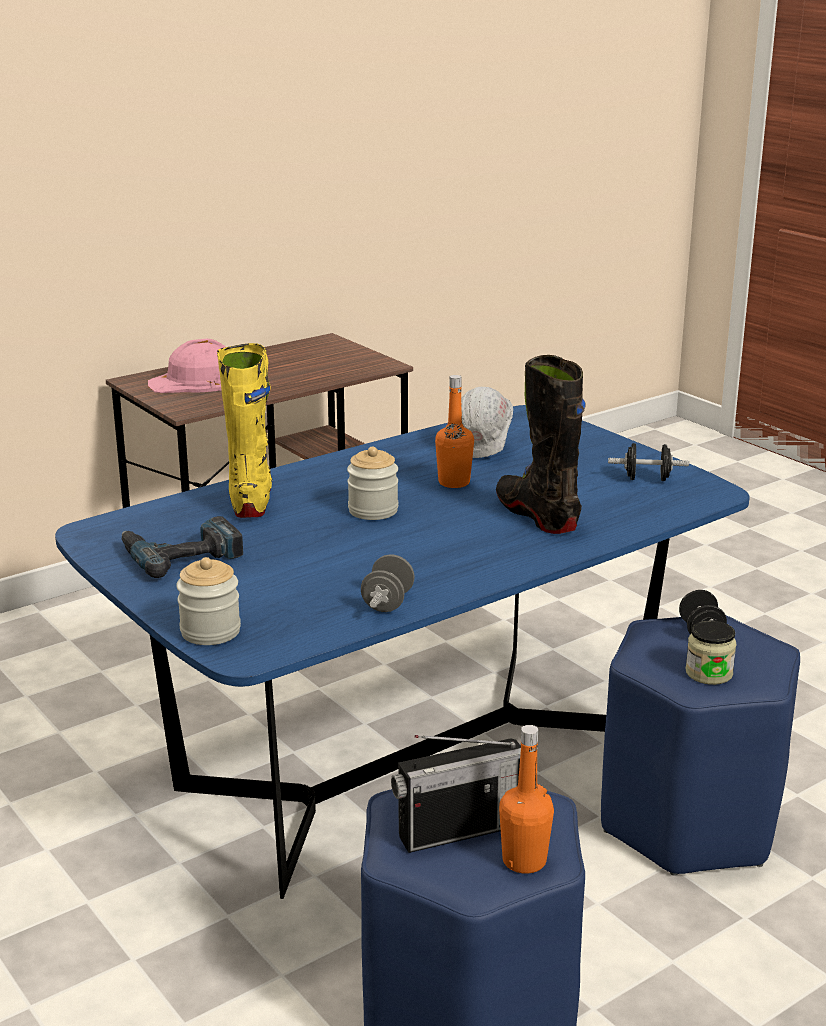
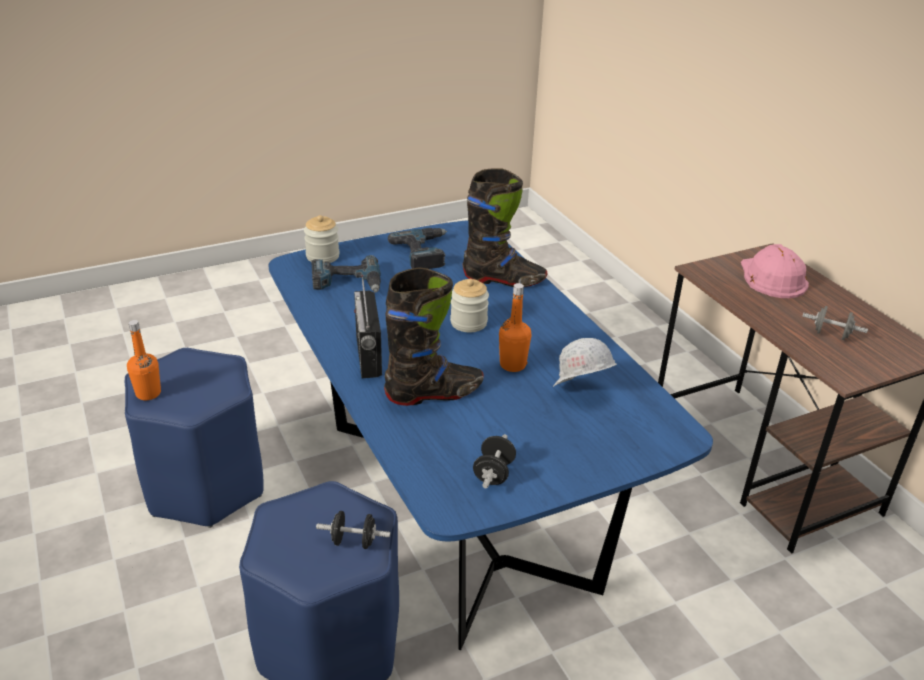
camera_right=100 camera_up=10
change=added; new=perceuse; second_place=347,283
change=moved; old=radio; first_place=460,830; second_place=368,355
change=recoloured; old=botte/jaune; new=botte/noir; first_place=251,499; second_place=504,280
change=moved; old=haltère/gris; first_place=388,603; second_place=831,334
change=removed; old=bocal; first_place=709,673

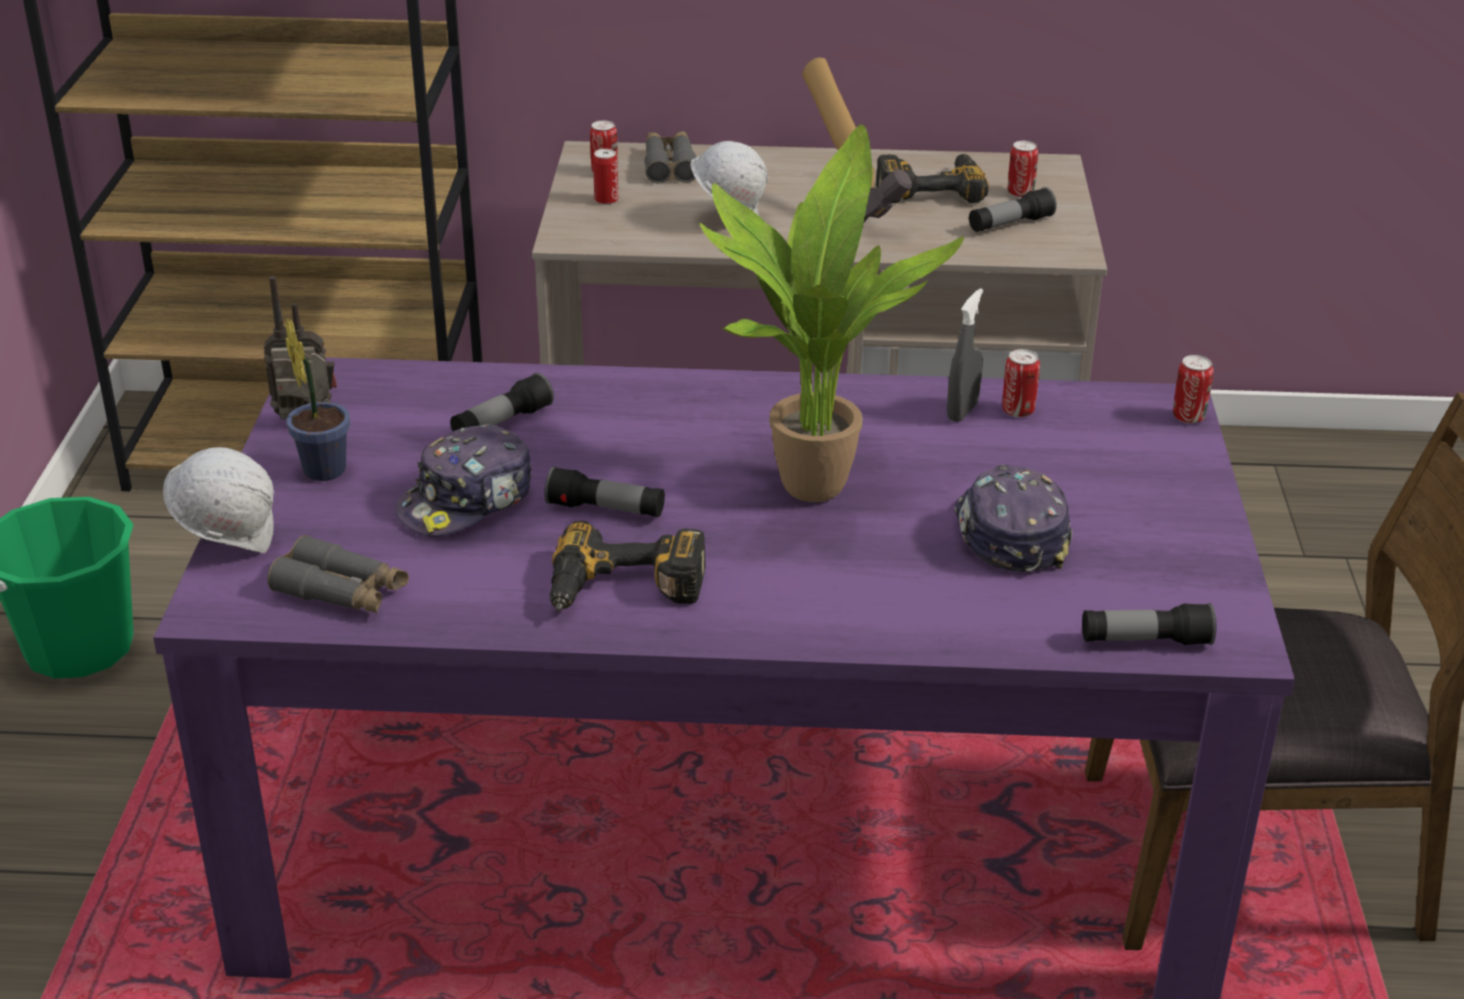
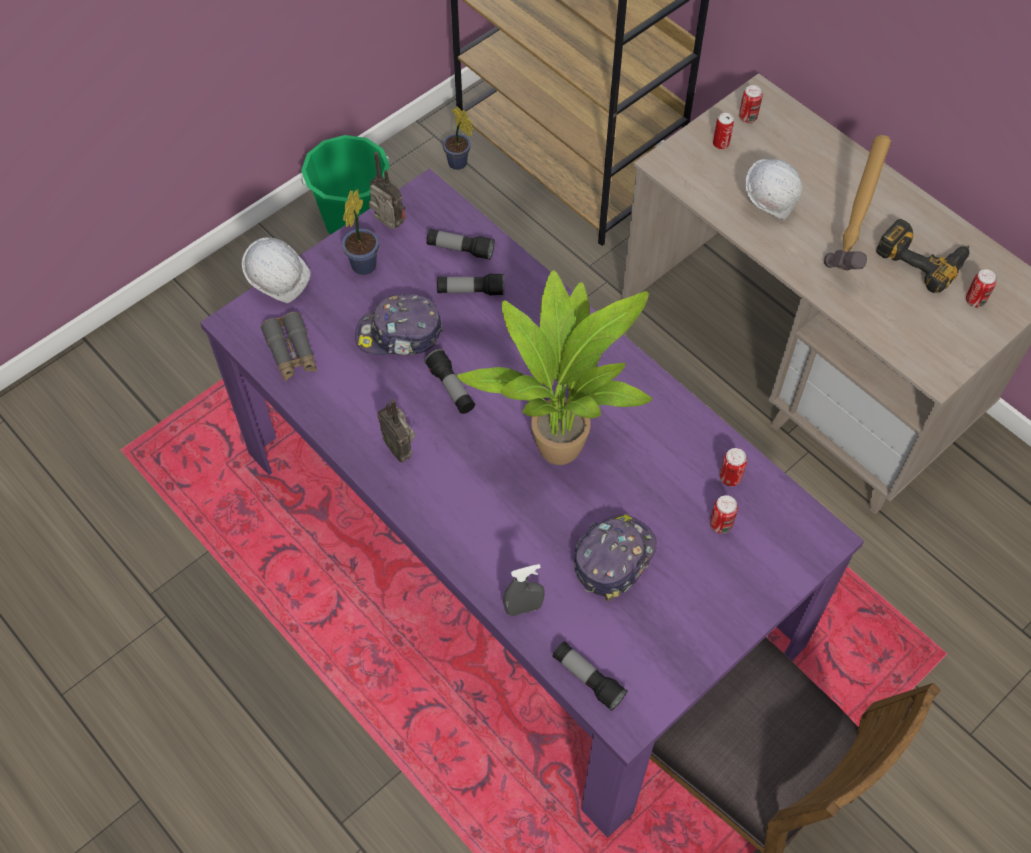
camera_right=45 camera_up=25
change=replaced; old=perceuse; new=radio; first_place=624,592; second_place=400,448
change=moved; old=lampe de poche; first_place=1010,224; second_place=460,249
change=added; new=plante en pot; second_place=459,164
change=moved; old=vaporisateur/gris; first_place=962,411; second_place=523,608
change=moved; old=boîte métallique; first_place=1188,417; second_place=720,524
change=removed; old=jumelles/gris; first_place=669,165

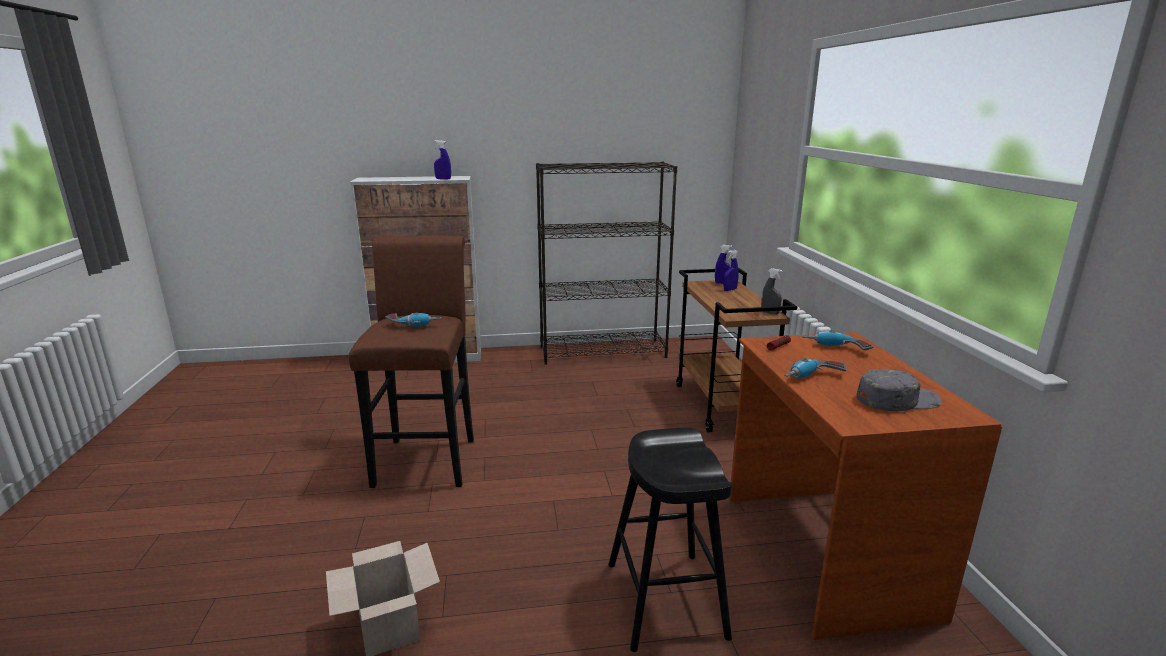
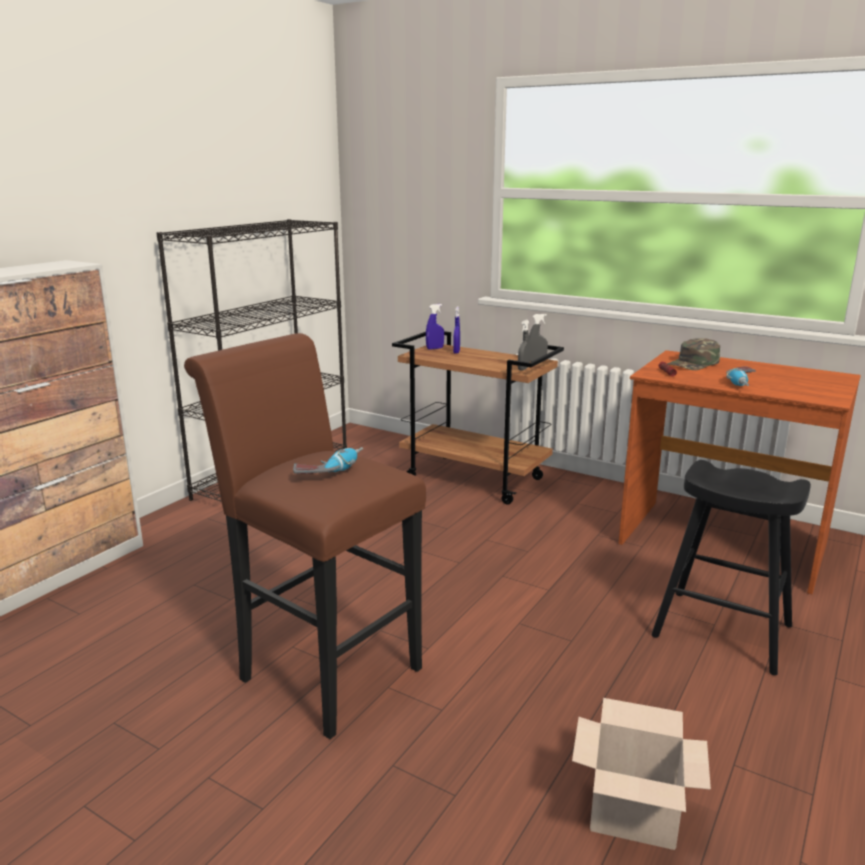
camera_right=-50 camera_up=0
change=added; new=vaporisateur/gris; second_place=523,369
change=replaced; old=perceuse; new=casquette/vert; first_place=835,349; second_place=694,363
change=removed; old=vaporisateur/bleu; first_place=443,179
change=removed; old=casquette/gris; first_place=896,399

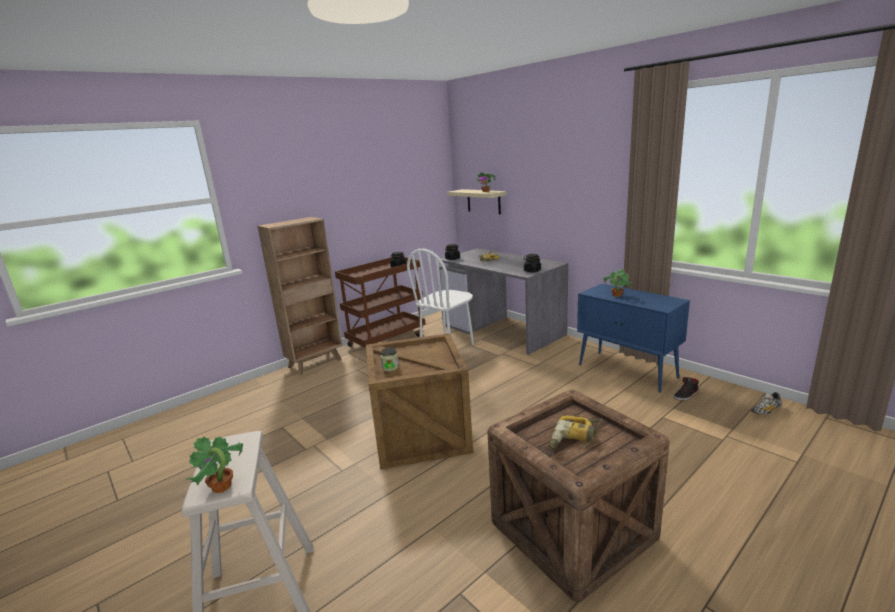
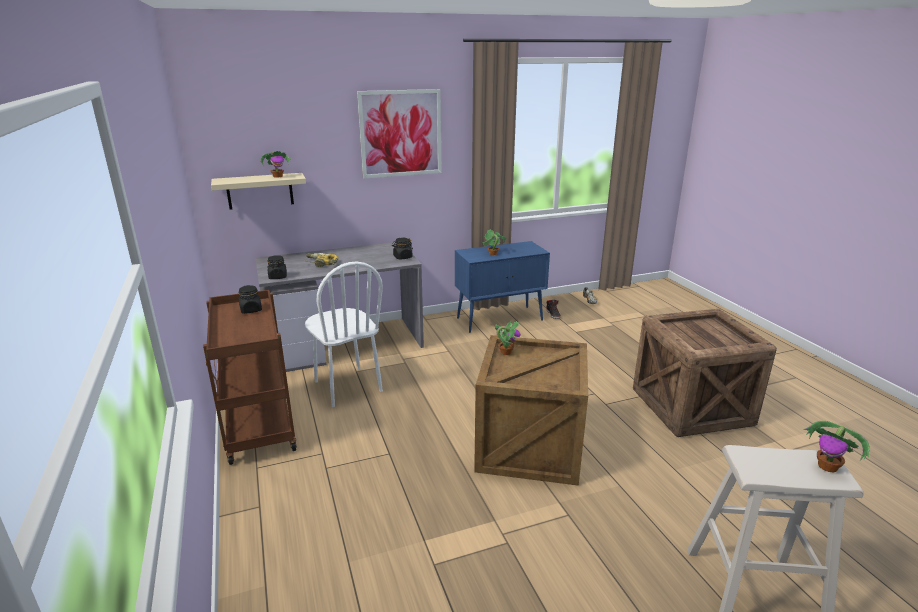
camera_right=-70 camera_up=5
change=added; new=tableau; second_place=401,133
change=added; new=plante en pot; second_place=505,352
change=removed; old=bibliothèque/marron; first_place=316,363
change=removed; old=bocal; first_place=390,367
change=removed; old=perceuse; first_place=575,439

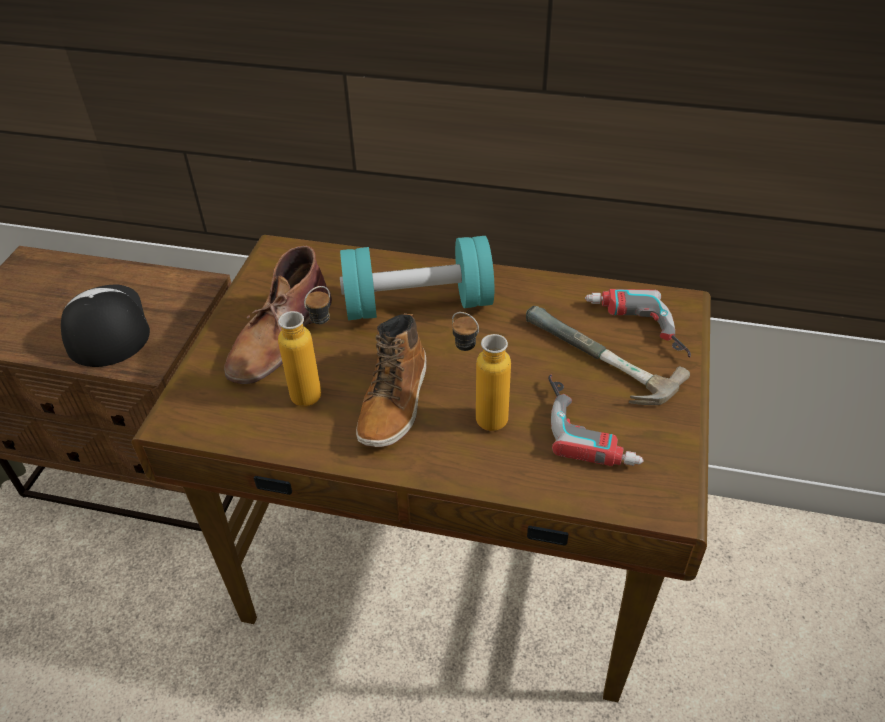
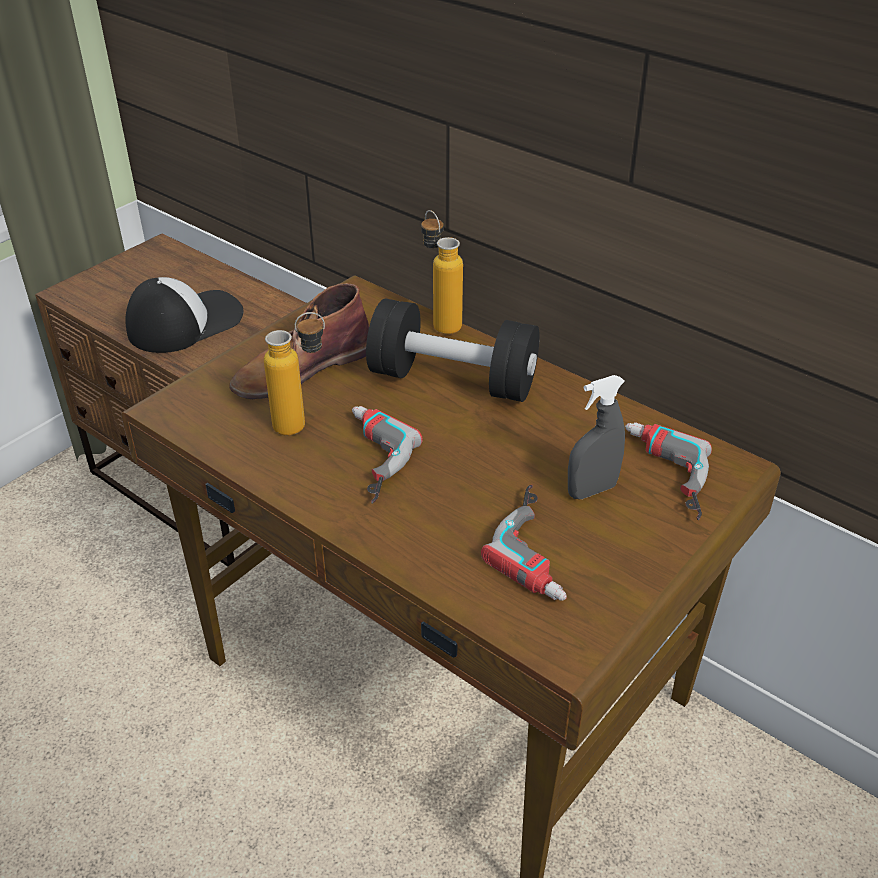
camera_right=25 camera_up=-5
change=turned; old=casquette; first_place=104,327; second_place=184,322; degrees=45
change=replaced; old=botte; new=perceuse; first_place=395,401; second_place=365,459
change=recoloured; old=haltère/turquoise; new=haltère/noir; first_place=418,304; second_place=453,380
change=moved; old=bouteille; first_place=479,415; second_place=440,322
change=replaced; old=marteau; new=vaporisateur/gris; first_place=593,361; second_place=591,490

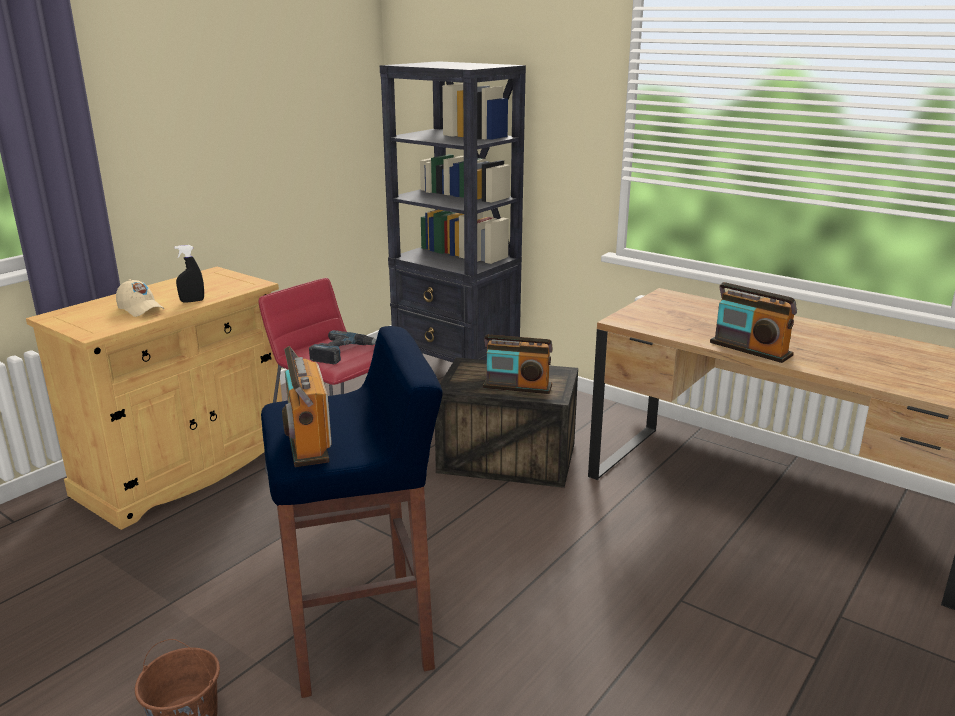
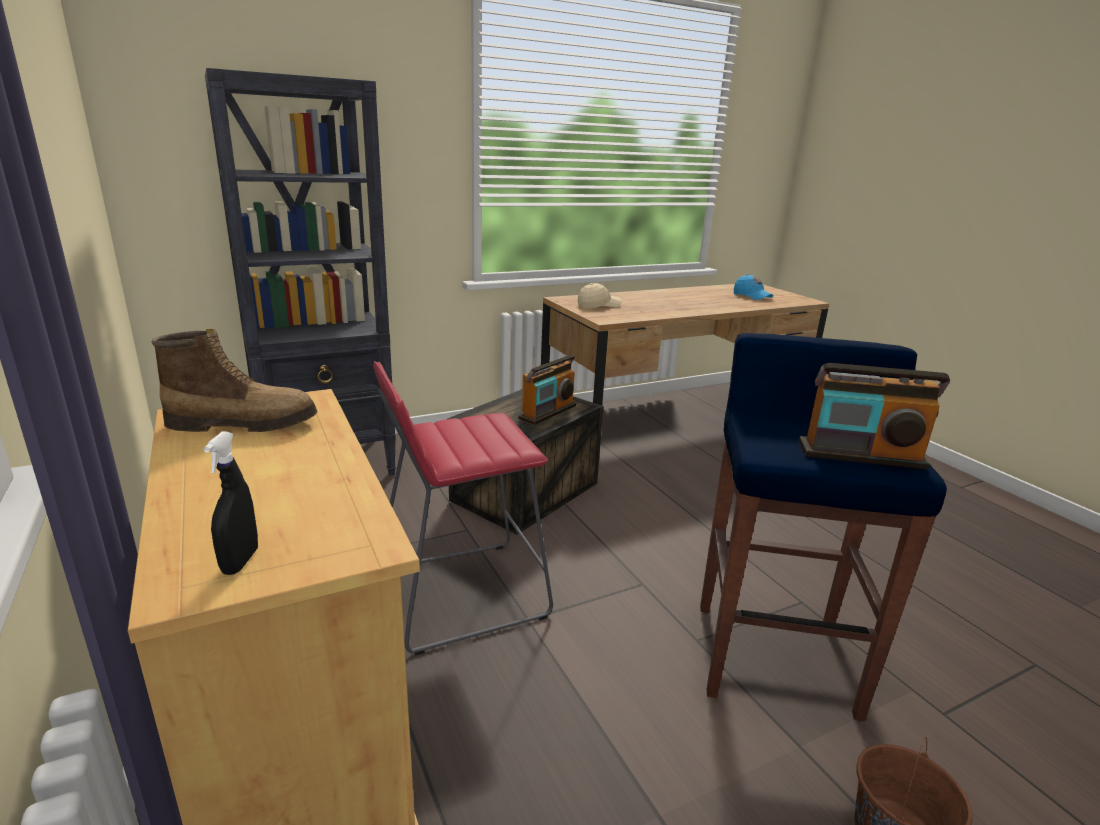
camera_right=-65 camera_up=0
change=added; new=botte; second_place=244,423
change=moved; old=vaporisateur/noir; first_place=192,301; second_place=240,561
change=moved; old=casquette/beige; first_place=140,309; second_place=599,305
change=added; new=casquette/bleu; second_place=752,296
change=removed; old=perceuse; first_place=342,353
change=removed; old=radio; first_place=750,349

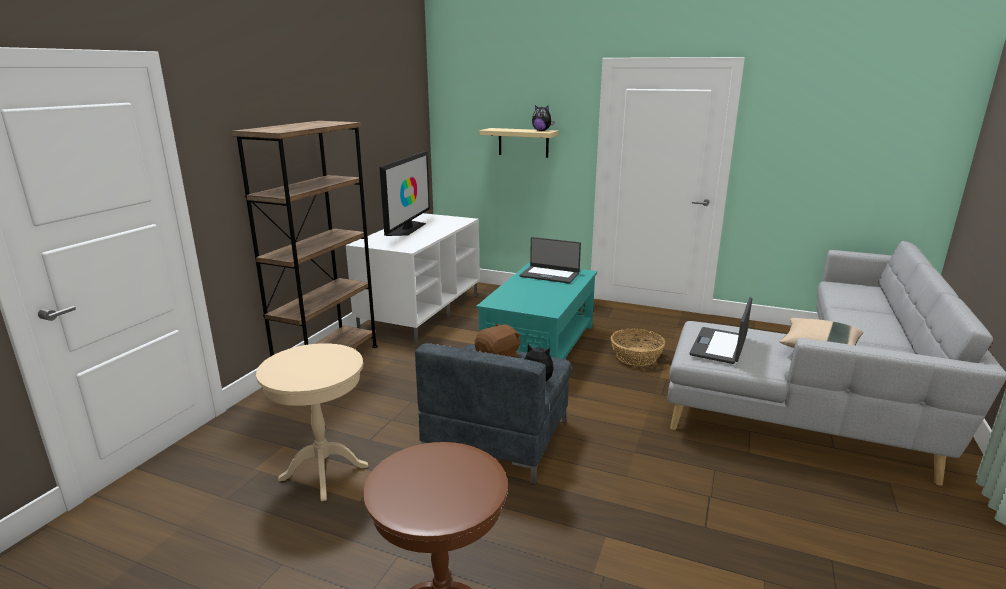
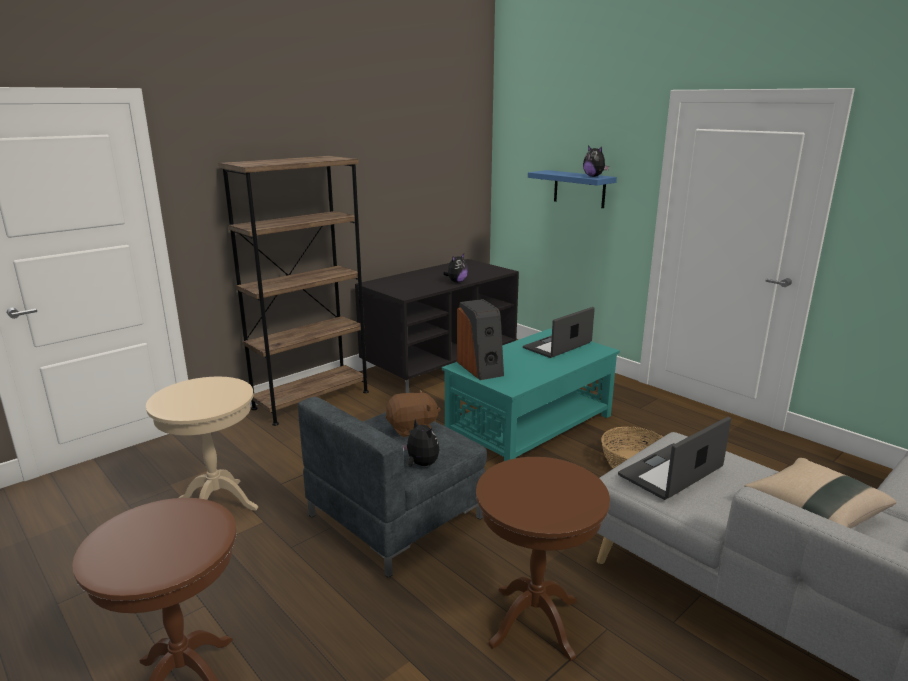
camera_right=25 camera_up=0
change=recoloured; old=meuble télé/blanc; new=meuble télé/noir; first_place=421,311; second_place=440,364
change=added; new=peluche; second_place=456,282
change=added; new=enceinte; second_place=480,368
change=added; new=table d'appoint/marron; second_place=534,622
change=turned; old=ordinateur portable; first_place=549,275; second_place=558,346; degrees=90
change=recoloured; old=étagère/beige; new=étagère/bleu; first_place=523,142; second_place=579,189
change=removed; old=téléviseur; first_place=407,228

